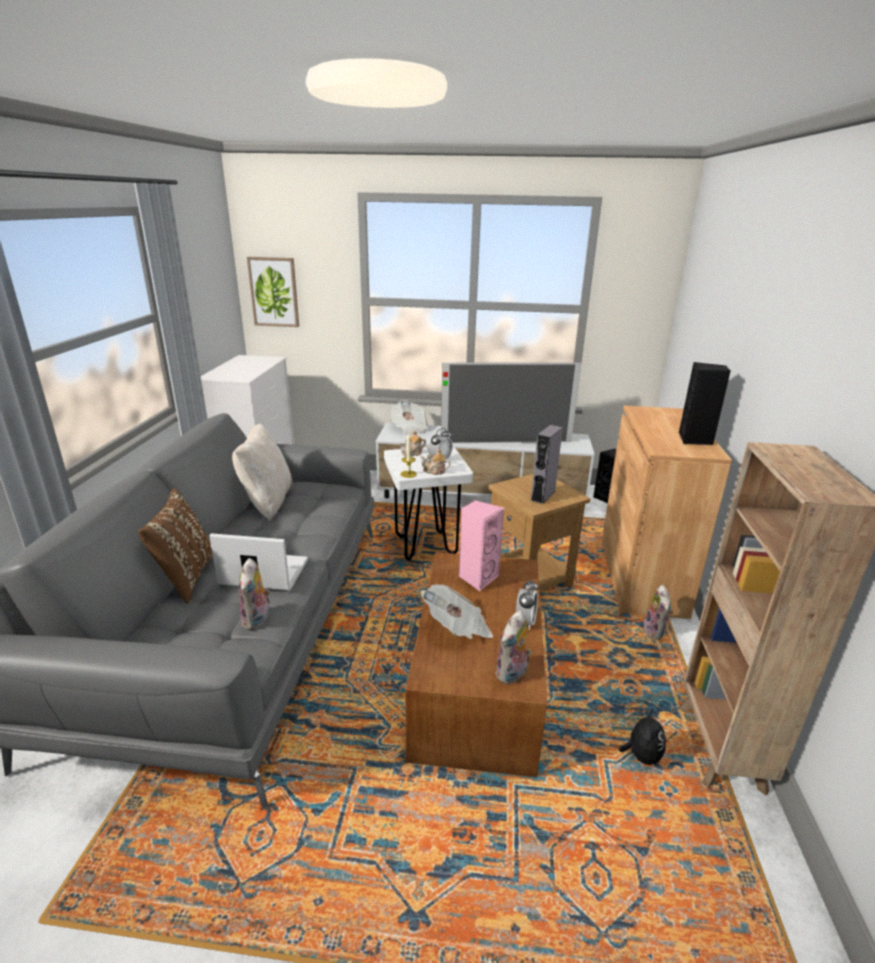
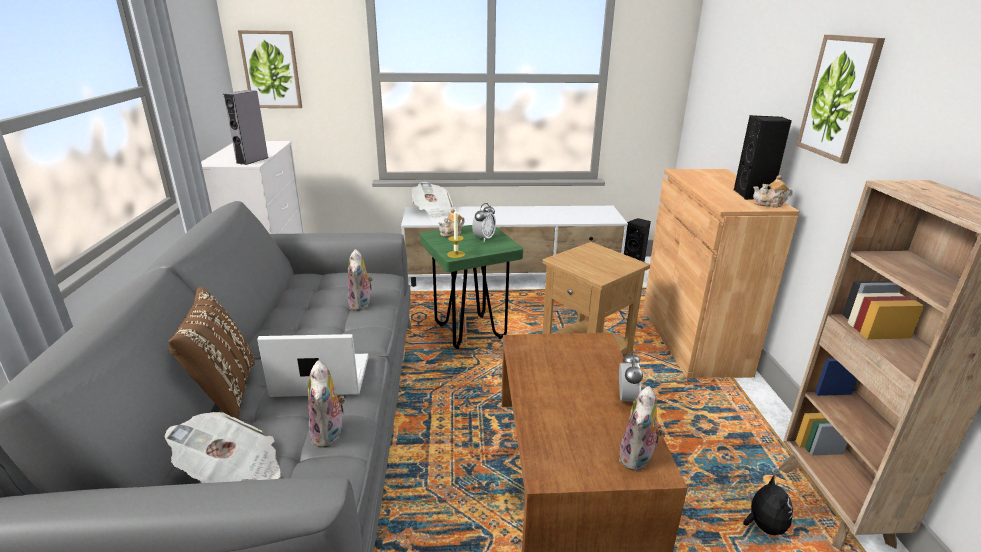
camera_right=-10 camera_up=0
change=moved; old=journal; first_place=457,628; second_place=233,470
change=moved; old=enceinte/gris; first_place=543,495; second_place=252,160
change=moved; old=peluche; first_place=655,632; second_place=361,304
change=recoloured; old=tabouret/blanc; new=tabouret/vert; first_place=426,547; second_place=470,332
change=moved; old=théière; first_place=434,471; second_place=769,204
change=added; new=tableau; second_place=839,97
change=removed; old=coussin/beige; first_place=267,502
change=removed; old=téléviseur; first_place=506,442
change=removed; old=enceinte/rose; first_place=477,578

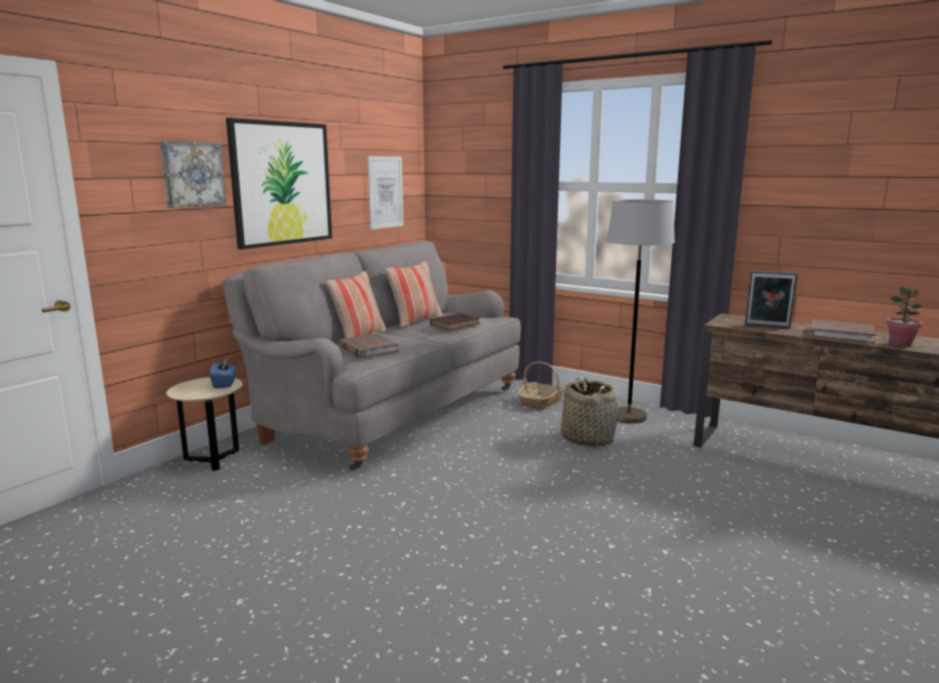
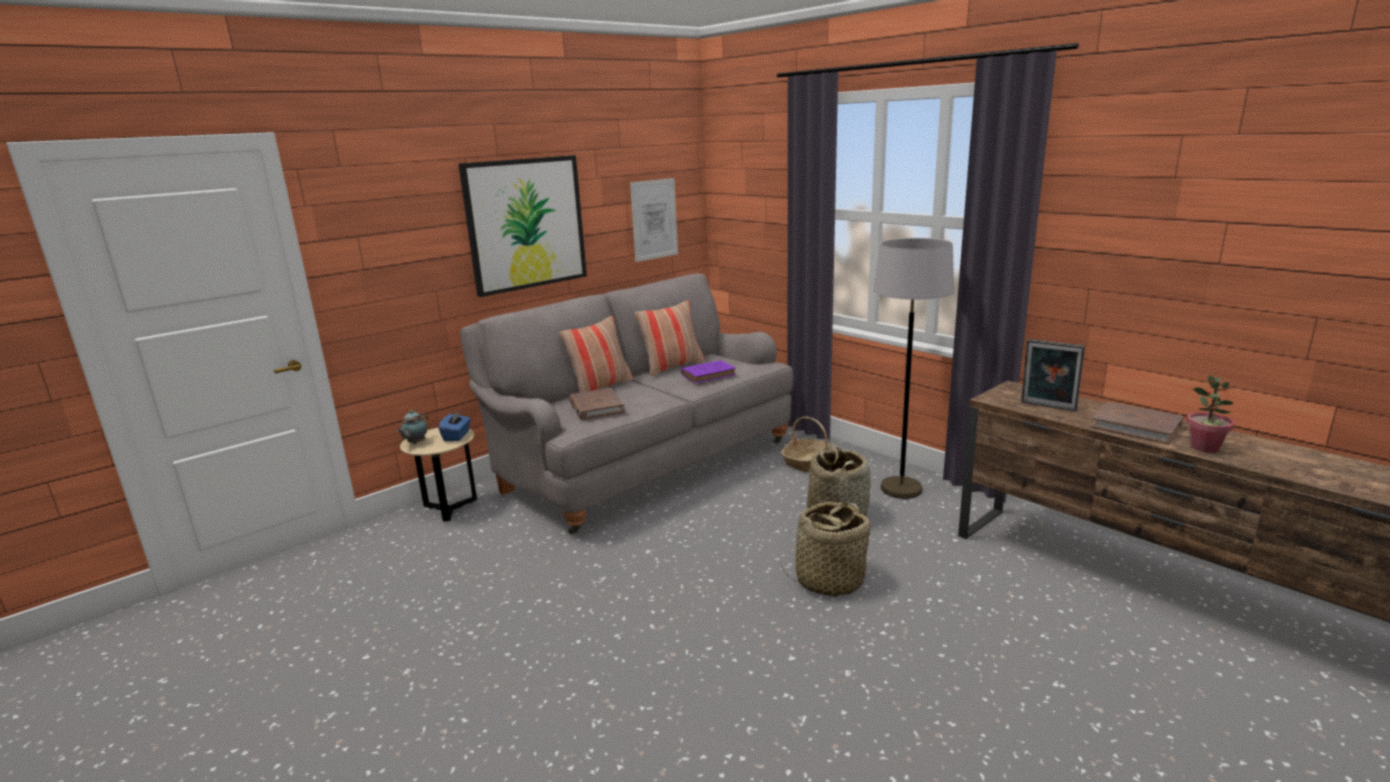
camera_right=15 camera_up=5
change=added; new=théière; second_place=415,443
change=recoloured; old=livre/marron; new=livre/violet; first_place=456,324; second_place=709,374
change=added; new=panier; second_place=829,580
change=removed; old=tableau; first_place=192,174

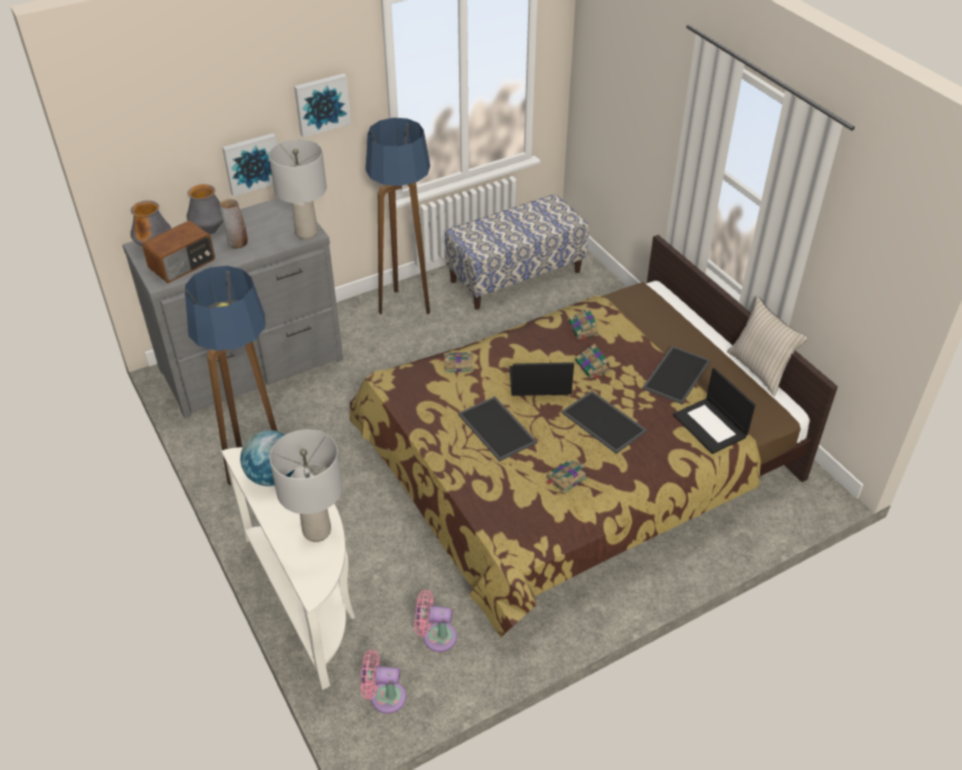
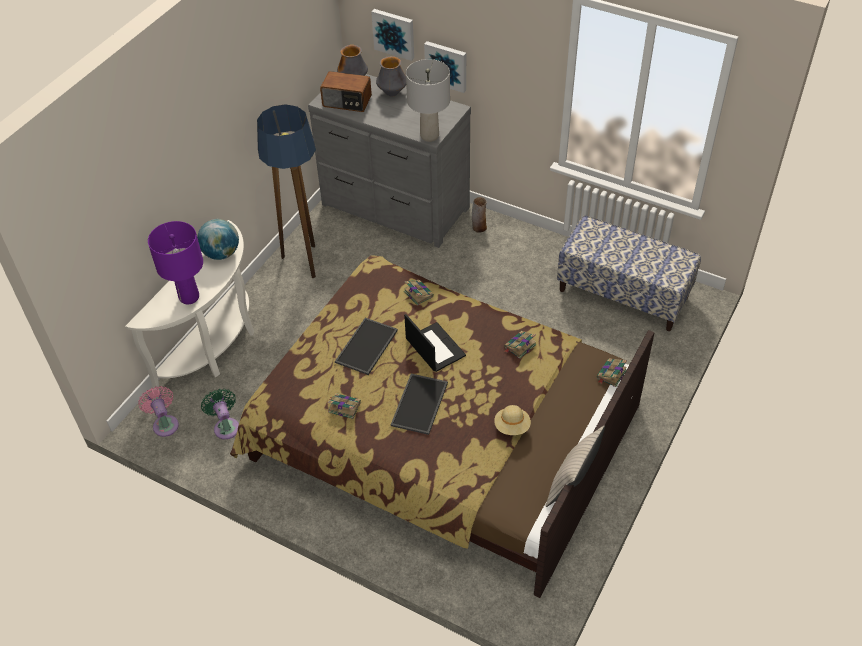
camera_right=60 camera_up=5
change=recoloured; old=lampe de table/gris; new=lampe de table/violet; first_place=316,531; second_place=189,297
change=recoloured; old=ventilateur/rose; new=ventilateur/vert; first_place=436,636; second_place=226,426
change=moved; old=tableau; first_place=322,104; second_place=394,33
change=moved; old=vase; first_place=237,243; second_place=479,228
change=replaced; old=plateau; new=chapeau/beige; first_place=675,374; second_place=512,426
change=moved; old=livre; first_place=592,367; second_place=611,374
change=removed; old=lampadaire; first_place=406,307
change=removed; old=ordinateur portable; first_place=711,426

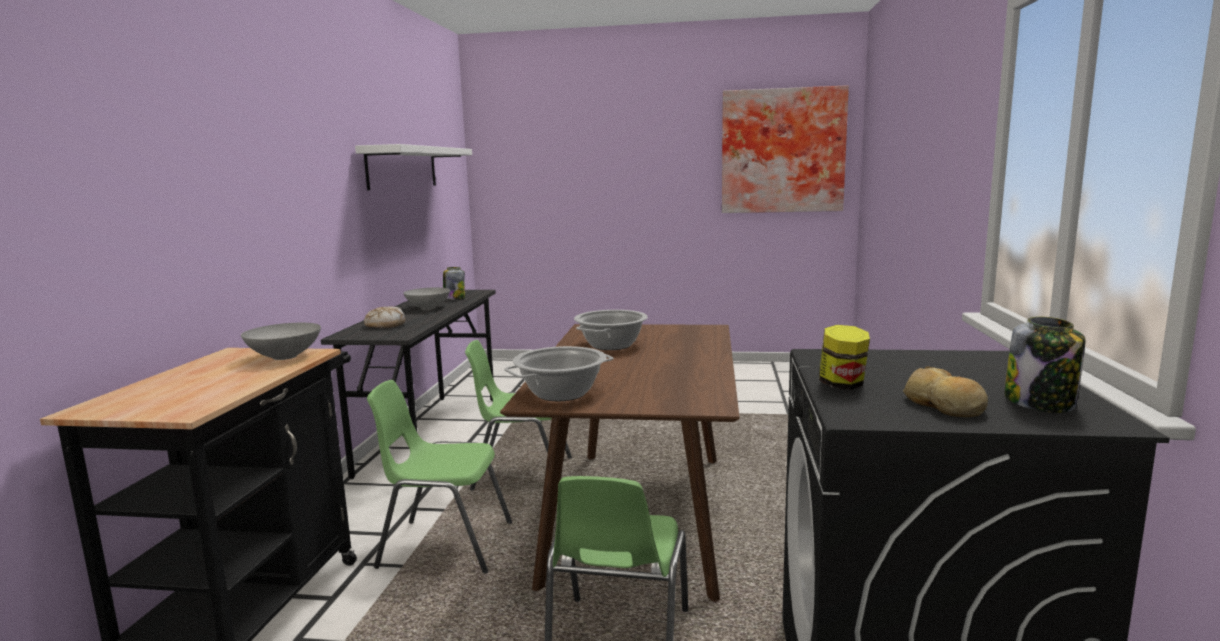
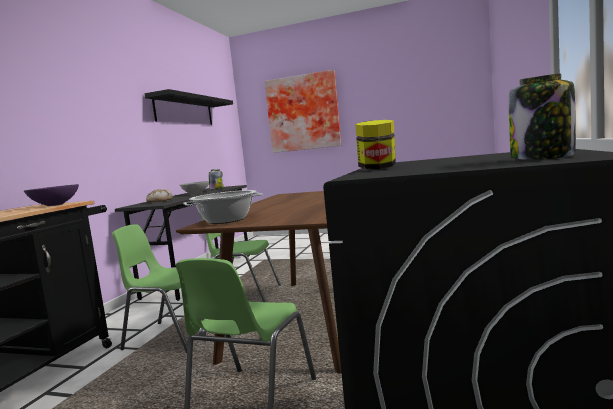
camera_right=10 camera_up=-5
change=recoloured; old=bol/gris; new=bol/violet; first_place=283,357; second_place=54,205
change=recoloured; old=étagère/blanc; new=étagère/noir; first_place=402,168; second_place=184,111
change=moved; old=tableau; first_place=782,151; second_place=303,113
change=removed; old=marmite; first_place=611,345
change=removed; old=pain; first_place=944,406

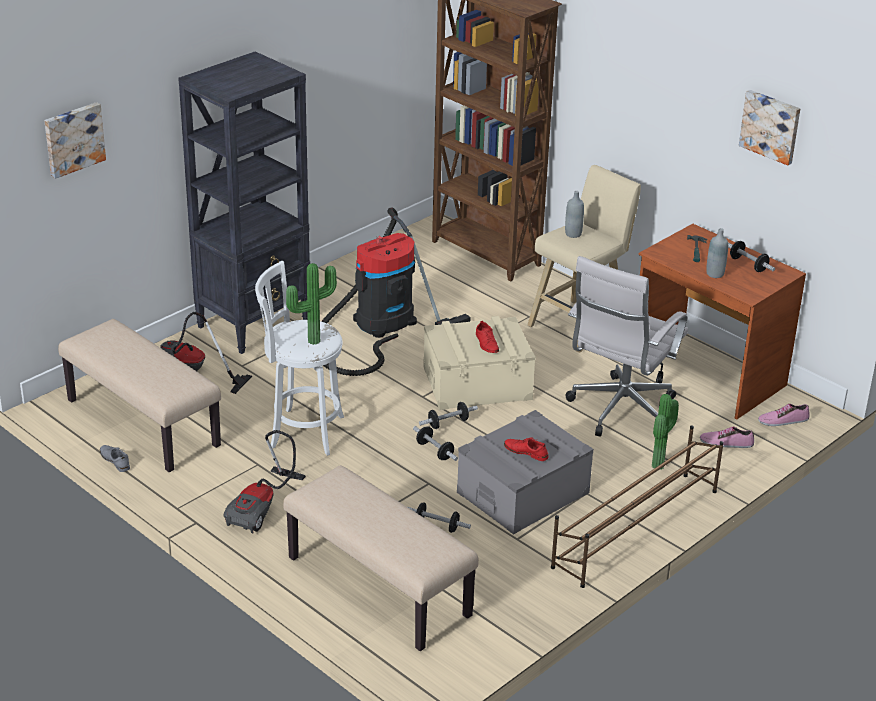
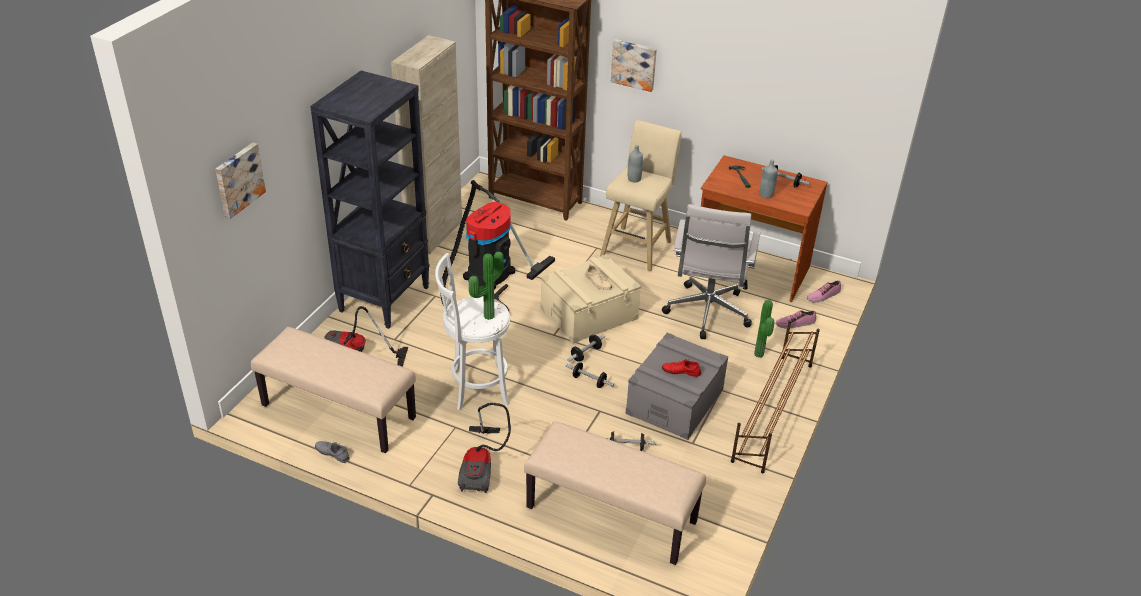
camera_right=-20 camera_up=5
change=added; new=meuble de rangement/beige; second_place=434,234
change=recoloured; old=chaussure/rouge; new=chaussure/beige; first_place=486,343; second_place=598,282
change=moved; old=tableau; first_place=771,126; second_place=634,64

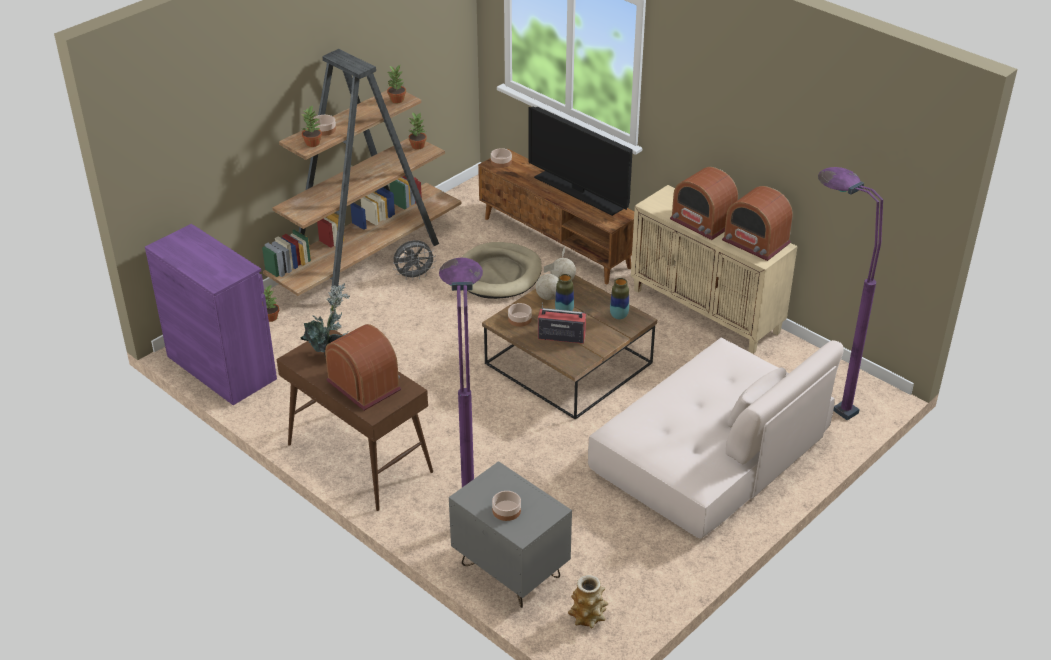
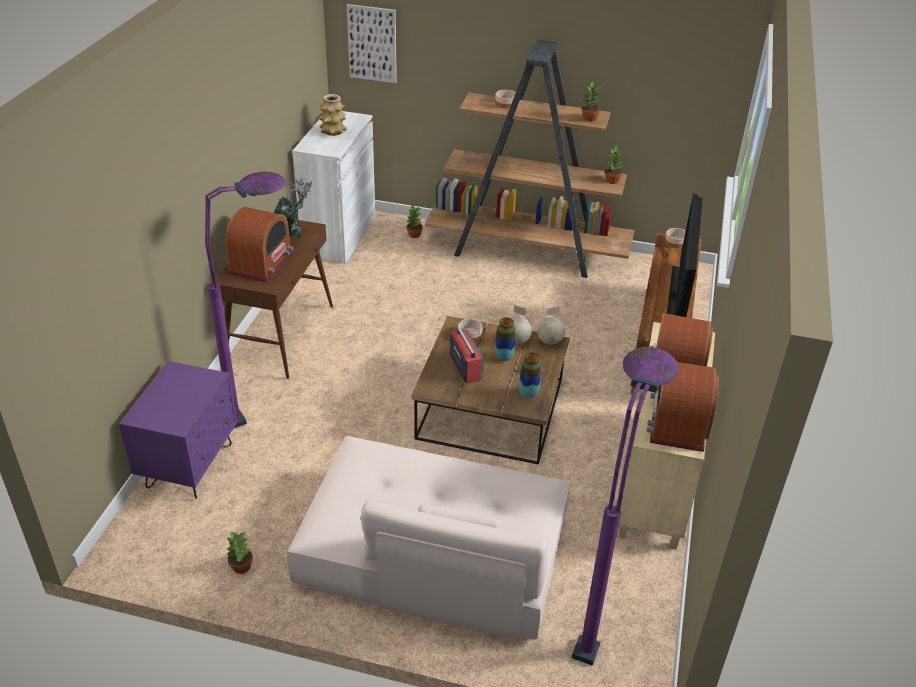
camera_right=60 camera_up=0
change=recoloured; old=table de chevet/gris; new=table de chevet/violet; first_place=510,571; second_place=190,466
change=moved; old=plante en pot; first_place=313,143; second_place=241,567
change=recoloured; old=meuble de rangement/violet; new=meuble de rangement/blanc; first_place=221,367; second_place=339,236
change=moved; old=vase; first_place=588,617; second_place=333,131
change=added; new=tableau; second_place=372,43
change=removed; old=ventilateur/gris; first_place=414,276
change=removed; old=panier pour chien/beige; first_place=498,274
change=removed; old=bol; first_place=506,510

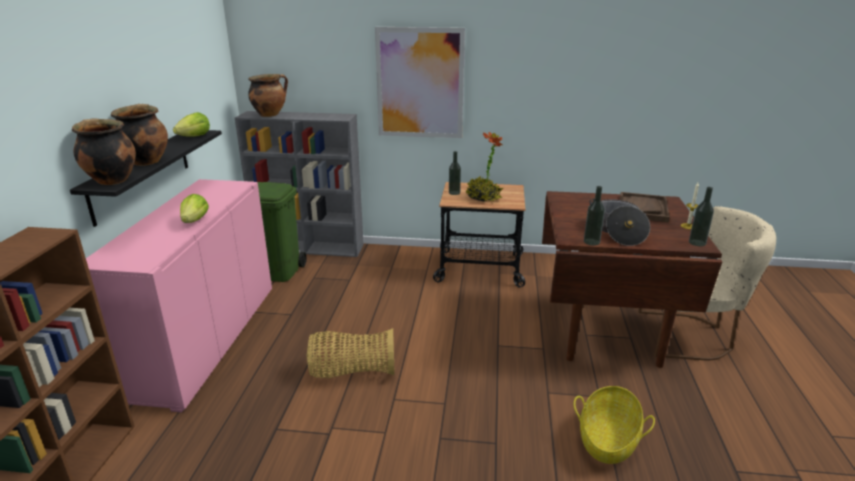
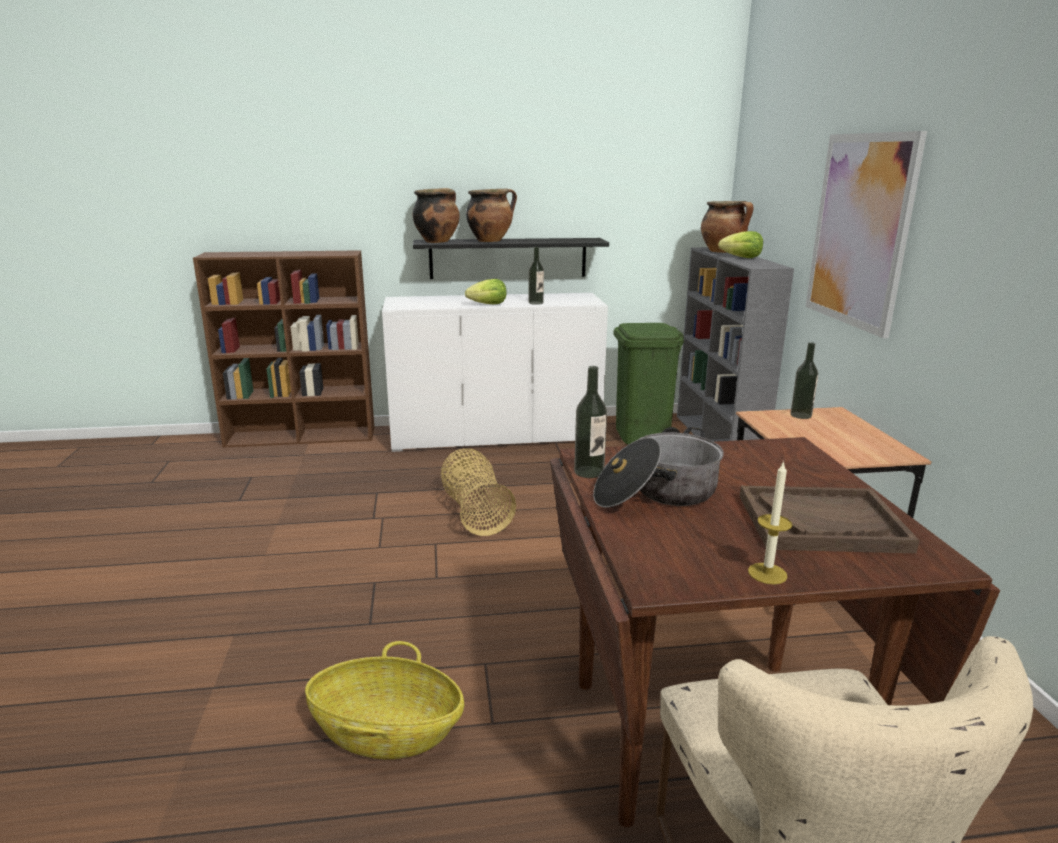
camera_right=75 camera_up=-5
change=recoloured; old=meuble de rangement/rose; new=meuble de rangement/blanc; first_place=205,340; second_place=495,435
change=moved; old=bouteille; first_place=697,243; second_place=536,303
change=moved; old=laitue; first_place=195,137; second_place=742,258
change=removed; old=plante en pot; first_place=483,197

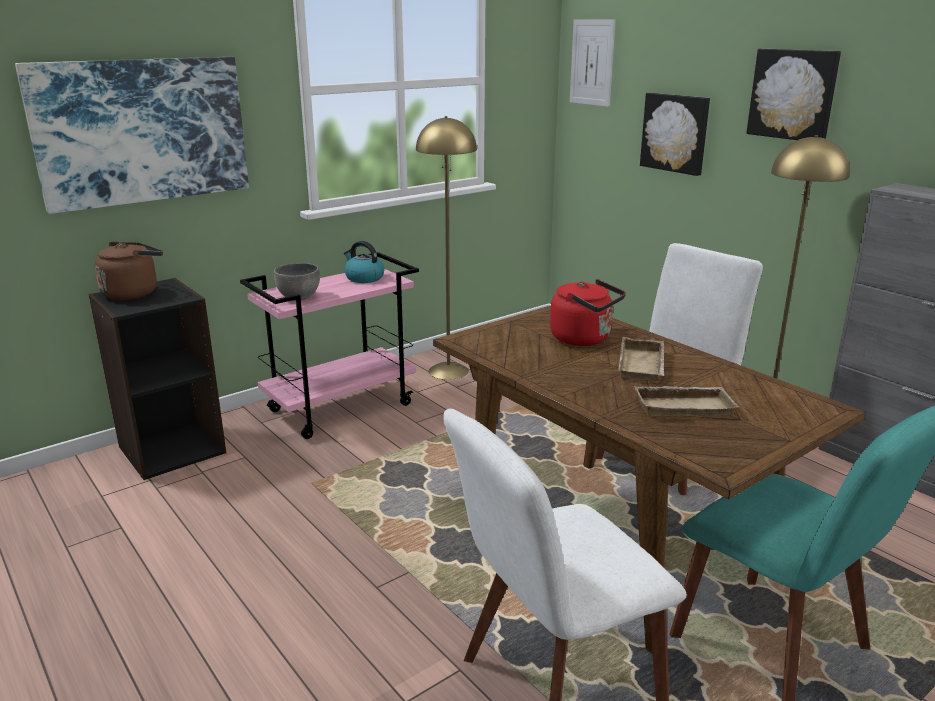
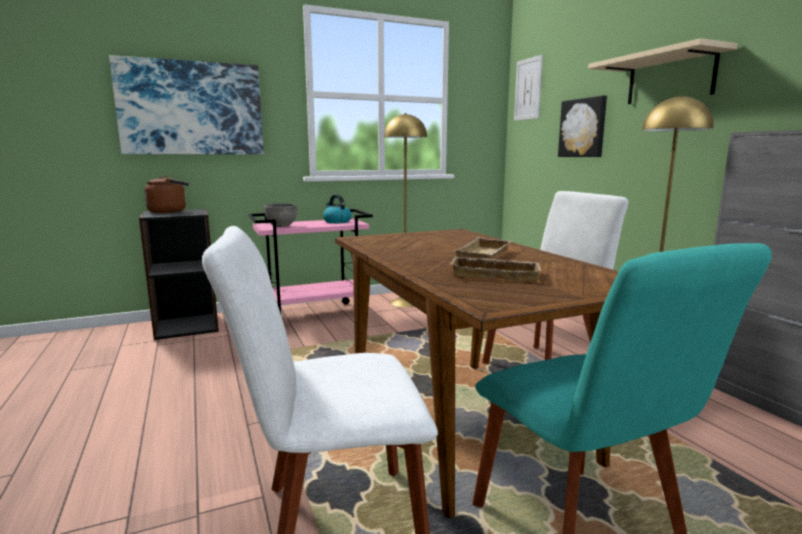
camera_right=15 camera_up=-10
change=replaced; old=tableau; new=étagère/beige; first_place=793,94; second_place=670,78
change=removed; old=bouilloire/rouge; first_place=584,339

